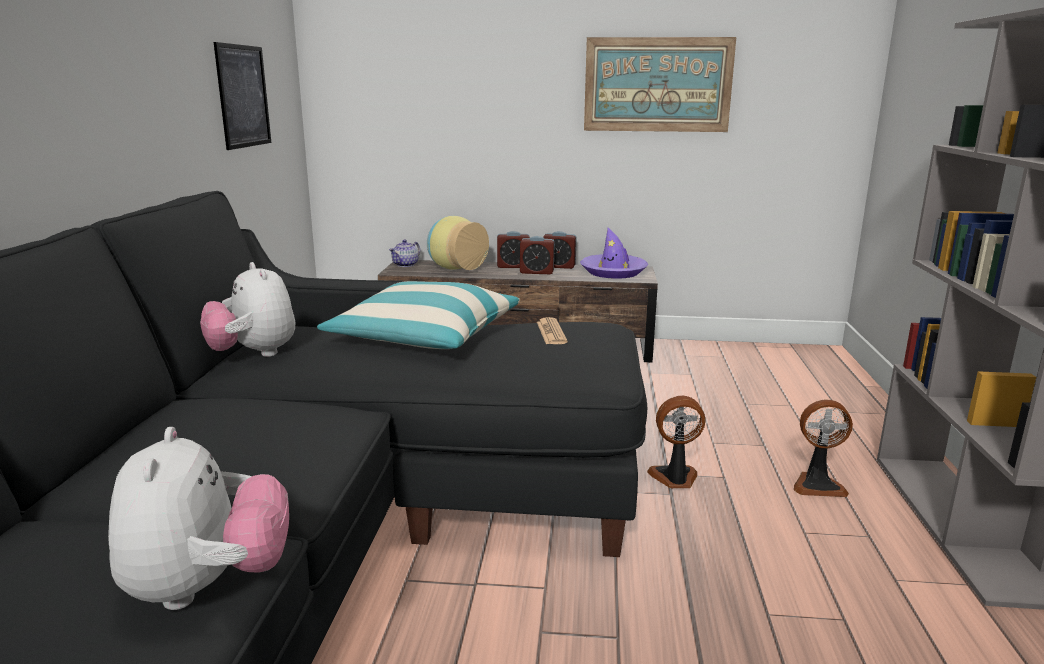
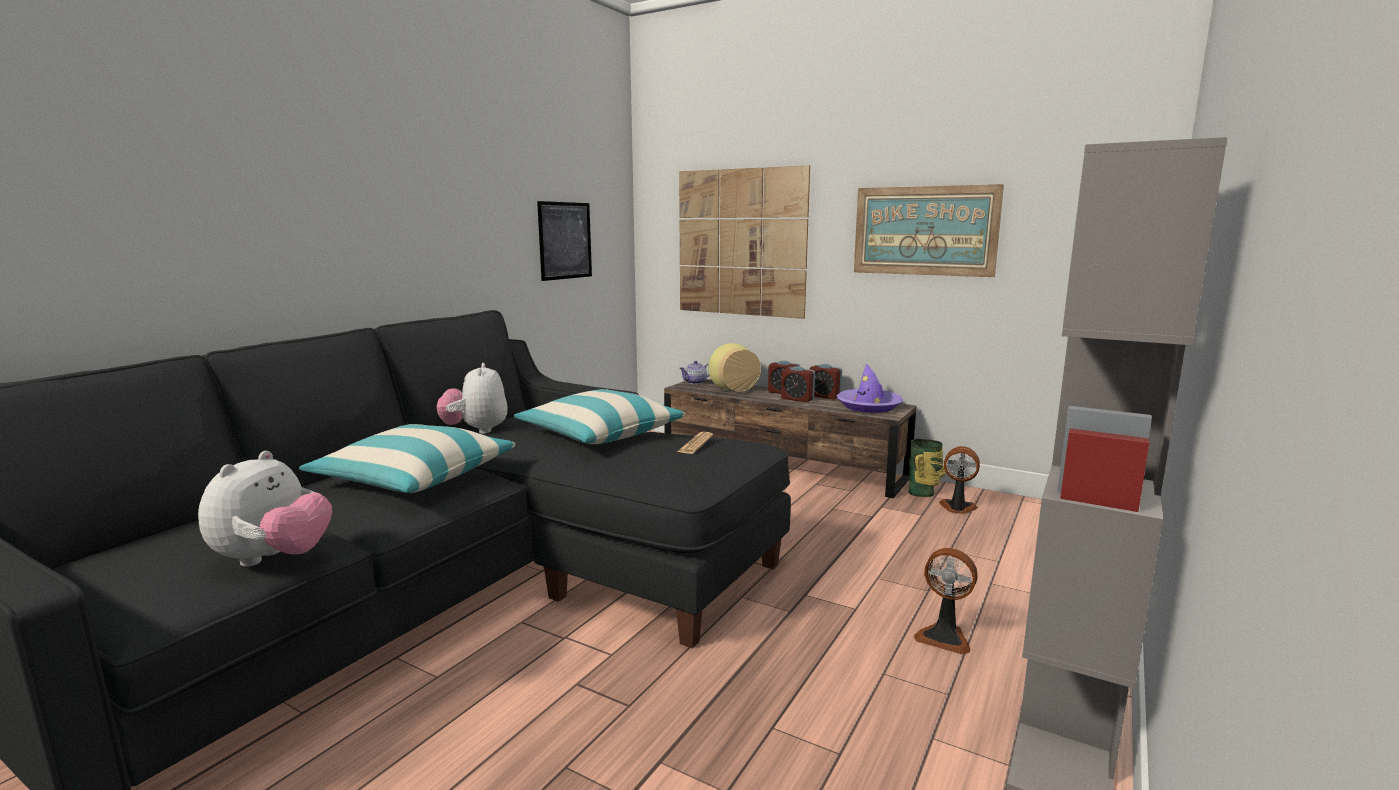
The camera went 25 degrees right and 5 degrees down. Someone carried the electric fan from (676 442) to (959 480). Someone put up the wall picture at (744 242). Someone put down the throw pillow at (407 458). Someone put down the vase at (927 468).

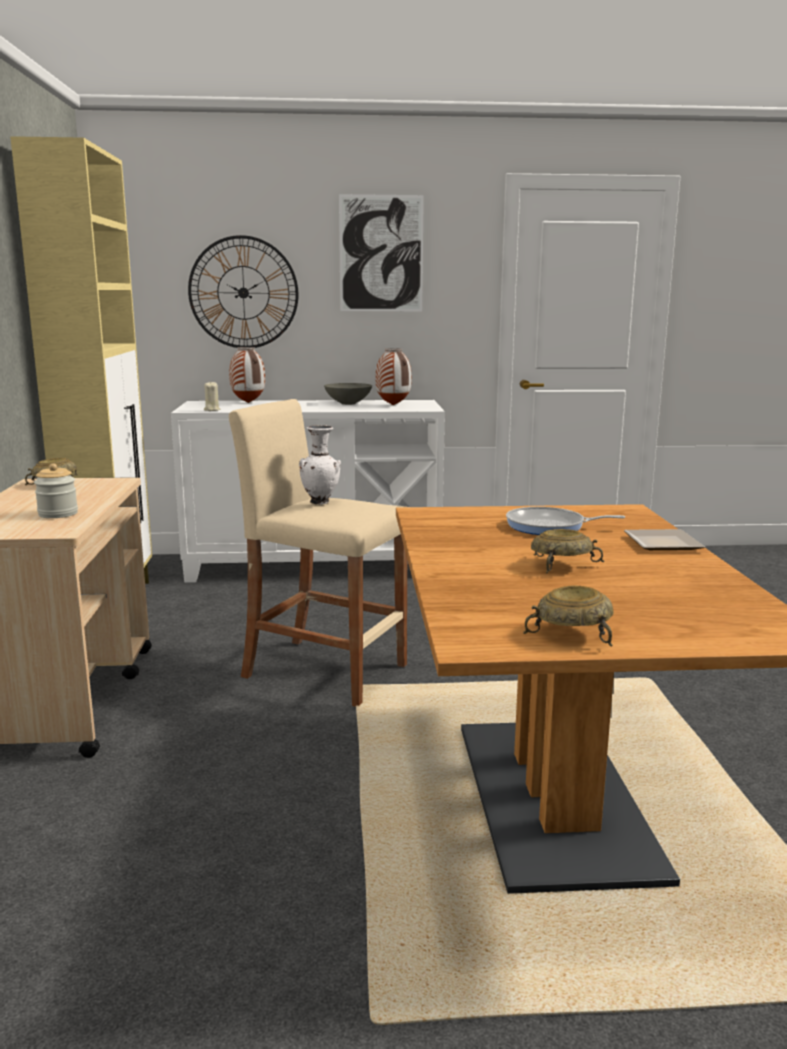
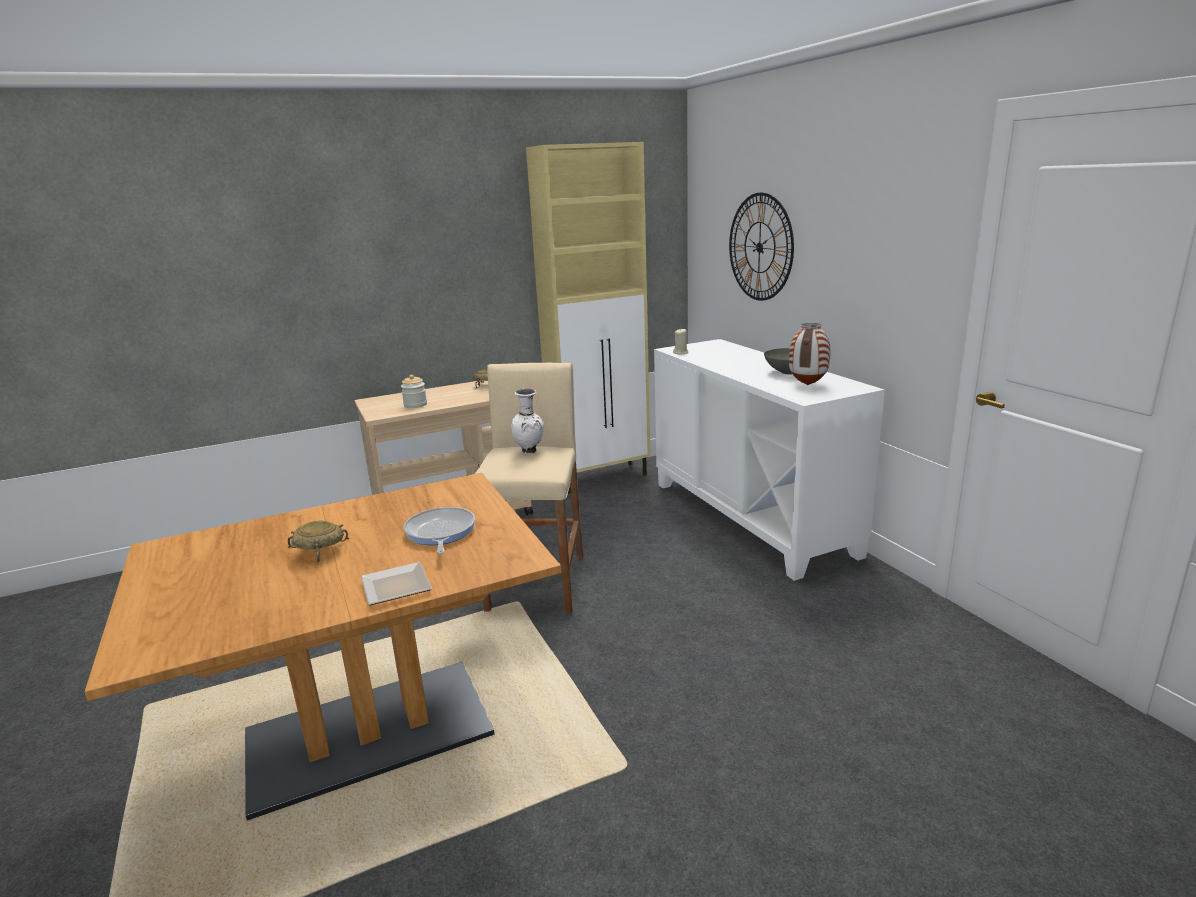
The camera went 70 degrees right and 5 degrees up. Someone took away the wall picture at (381 252). Someone took away the vase at (247 375). Someone took away the bowl/beige-coloured at (568 615).

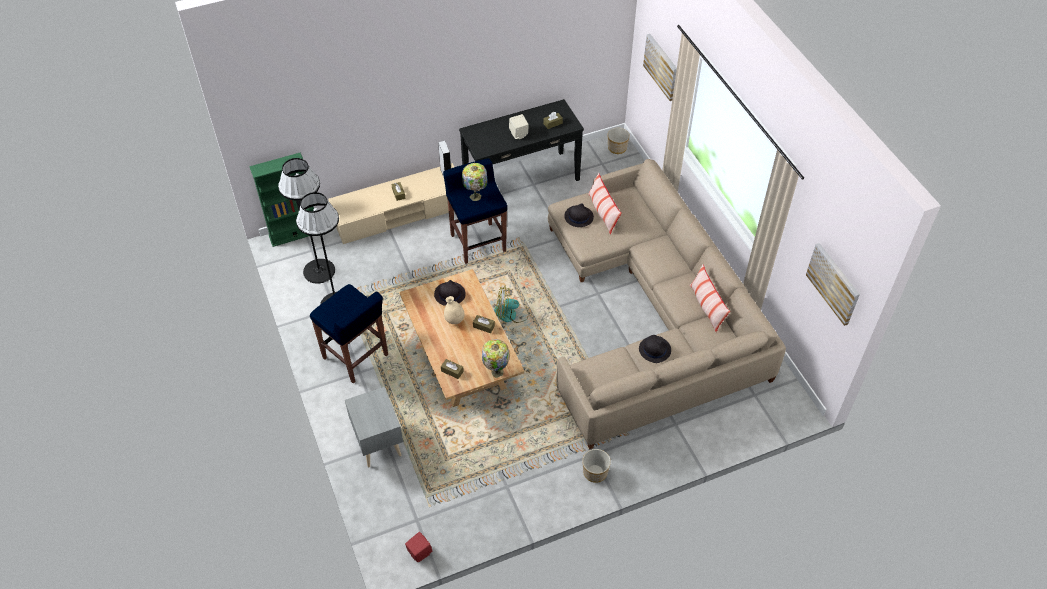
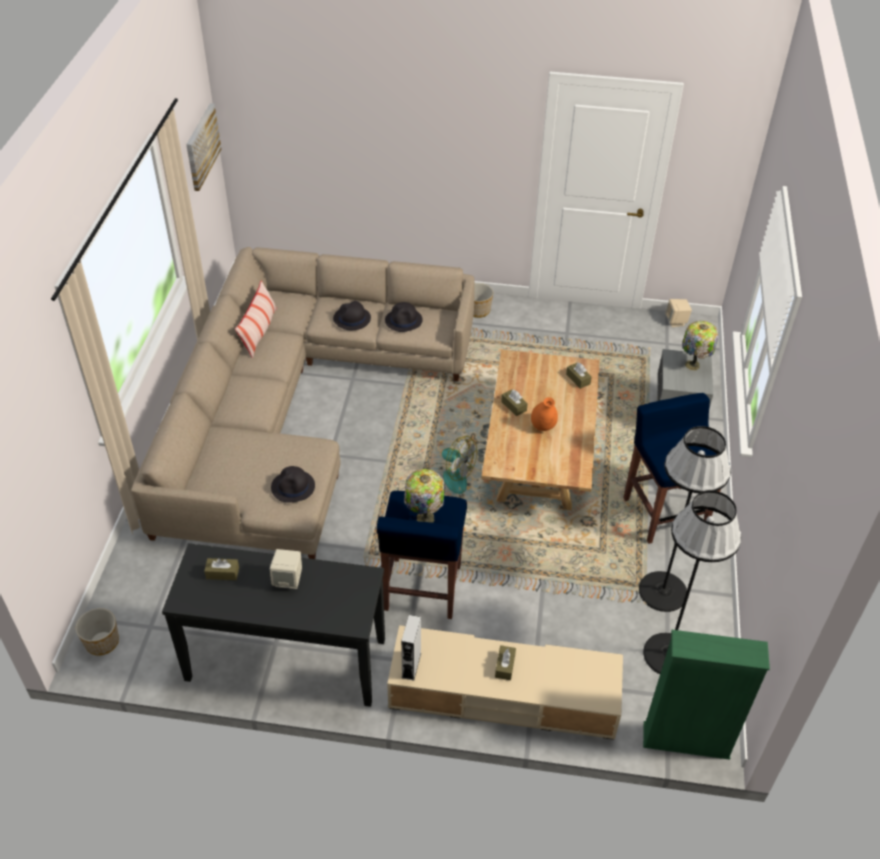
The camera went 150 degrees left and 5 degrees down. Someone took away the wall picture at (660 67). Someone took away the throw pillow at (604 203). Someone carried the clothing hat/black-coloured from (450 293) to (404 317). Someone repainted the vase/beige-coloured at (454 310), which became the vase/orange-coloured at (544 414). Someone carried the tabletop lamp from (495 358) to (700 346). Someone repainted the speaker/reddish at (418 547), which became the speaker/beige-coloured at (678 313).

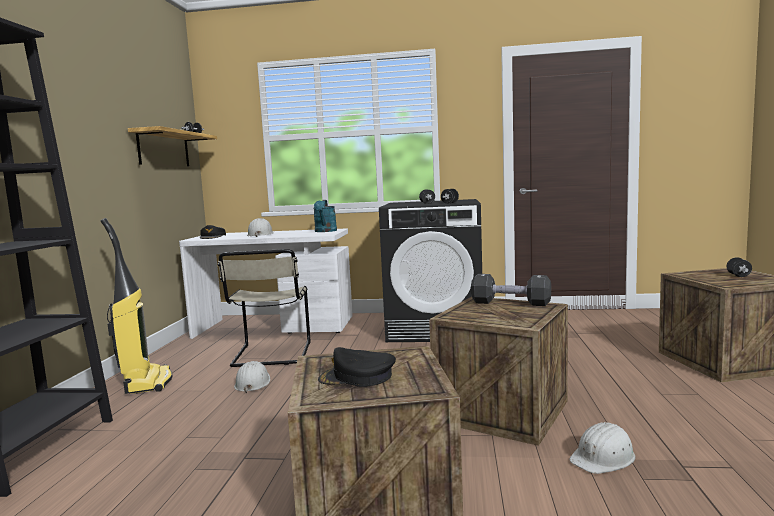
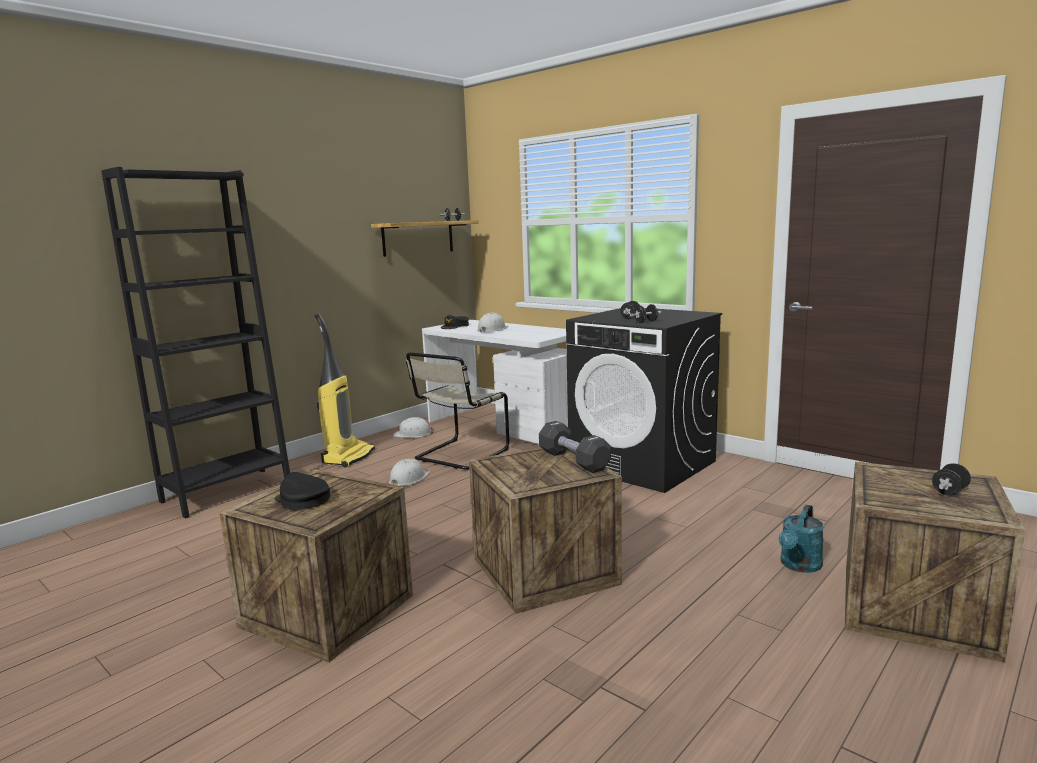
The camera went 35 degrees right and 5 degrees up. Someone carried the watering can/turquoise from (325 216) to (801 539). Someone carried the hard hat/whitish from (602 448) to (413 427).

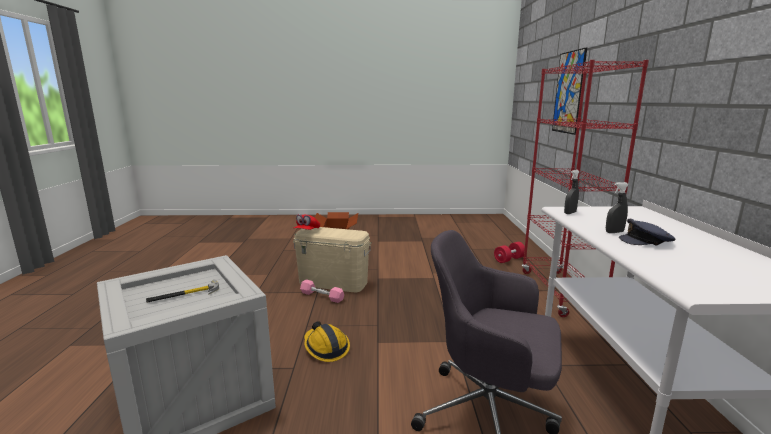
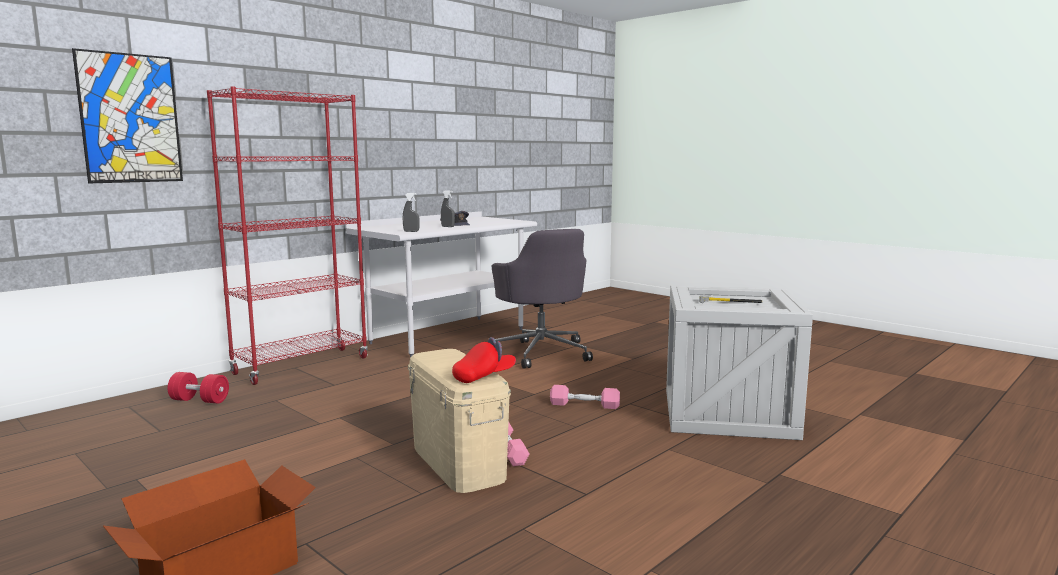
The camera went 135 degrees left and 5 degrees down. Someone swapped the hard hat at (327 341) for the free weight/pink at (585 397).

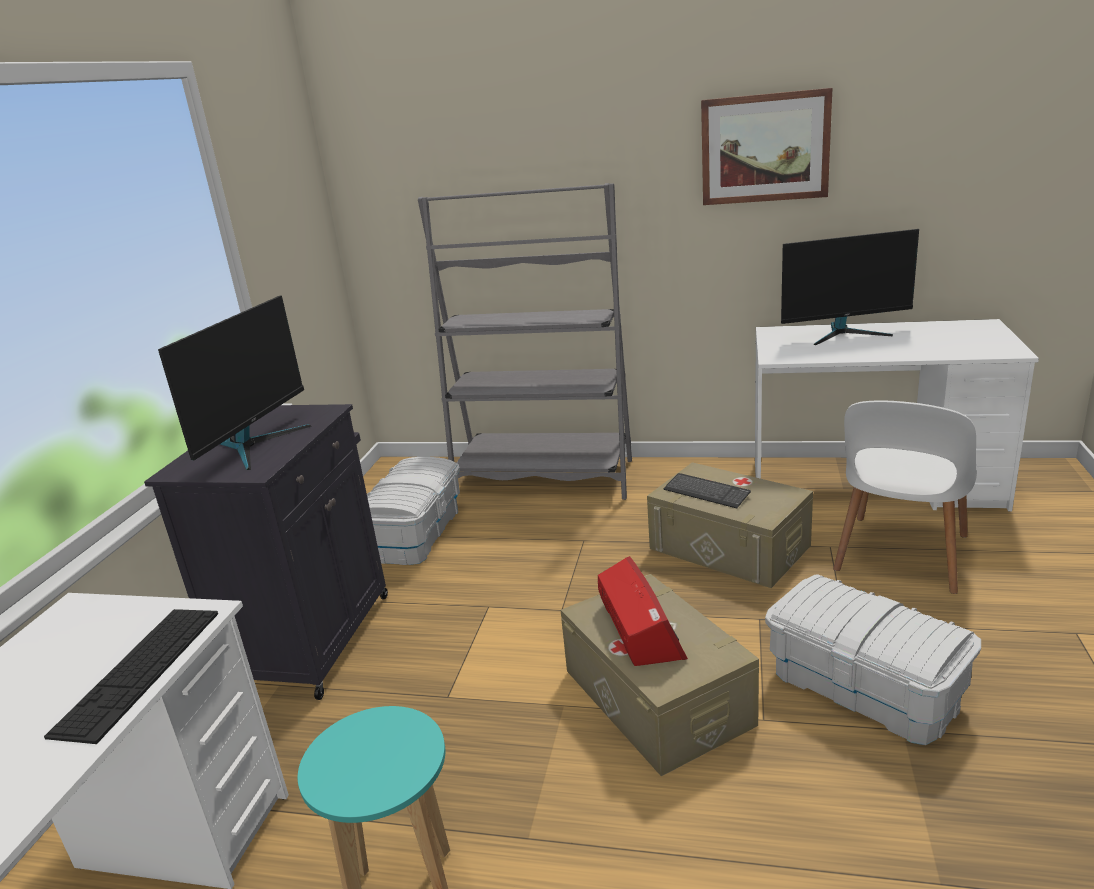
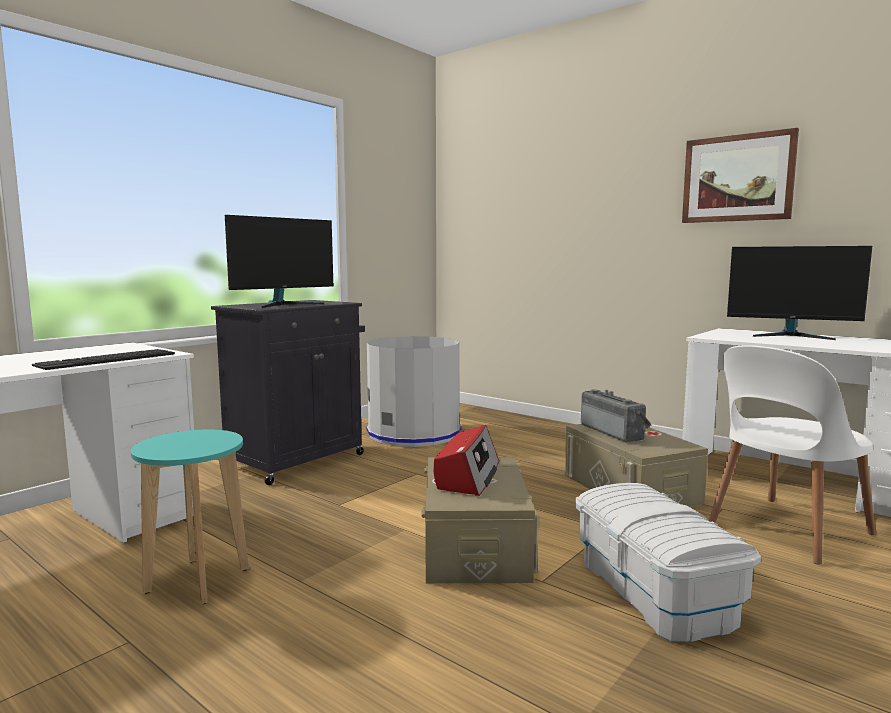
The camera went 25 degrees right and 15 degrees down. Someone took away the bookshelf/gray at (525 341). Someone swapped the storage container/whitish at (413 511) for the rubbish bin/gray at (413 391). Someone swapped the keyboard at (707 490) for the radio receiver at (616 416).

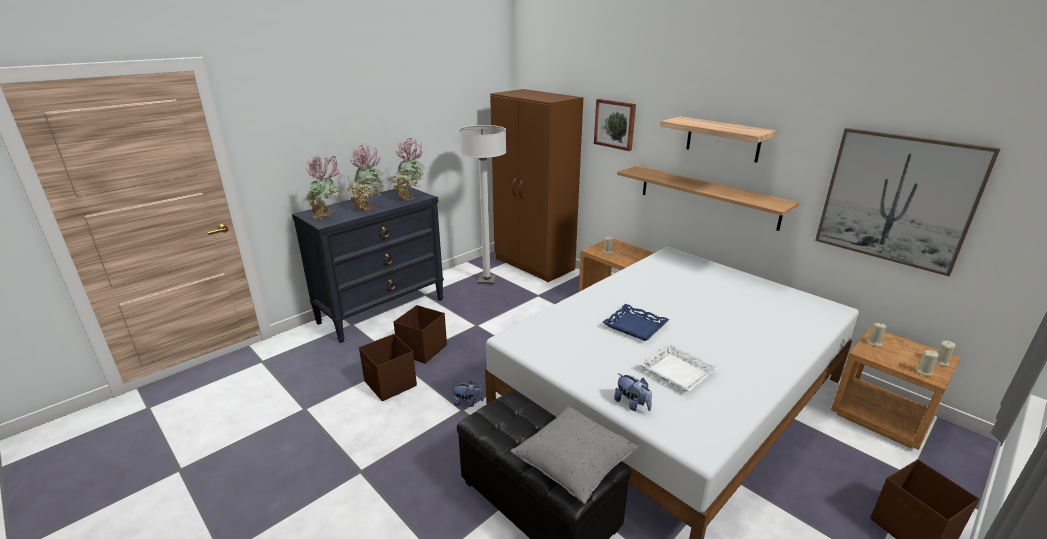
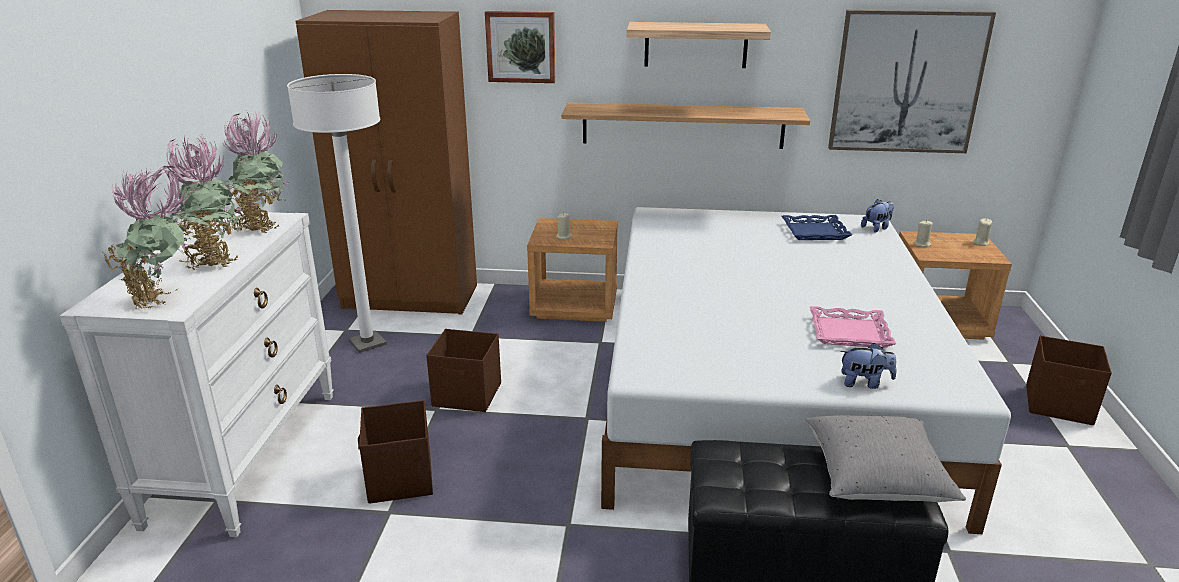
The camera went 40 degrees left and 0 degrees up. Someone repainted the drawer chest/black-coloured at (368 264), which became the drawer chest/whitish at (197 374). Someone carried the carrying tray/blue from (636 322) to (817 227). Someone carried the storage container/brown-coloured from (388 367) to (463 370). Someone repainted the carrying tray/whitish at (678 367), which became the carrying tray/pink at (853 327). Someone took away the wax light/beige-coloured at (927 363). Someone carried the plush toy from (468 394) to (877 215).

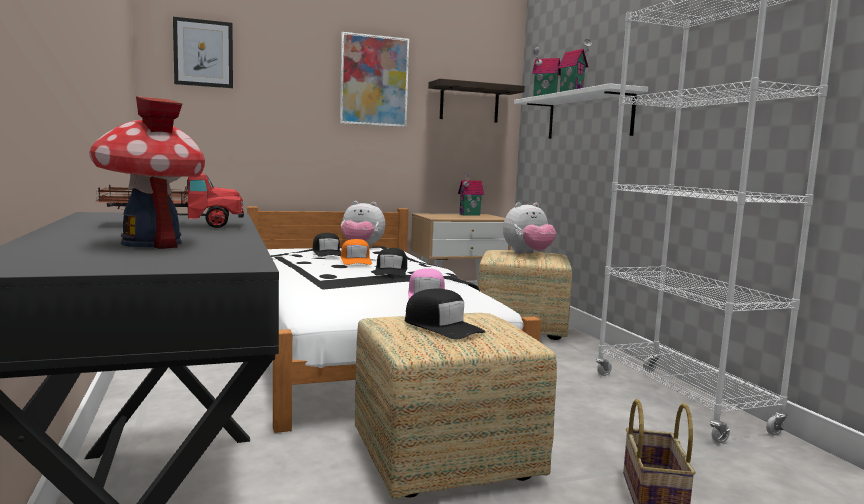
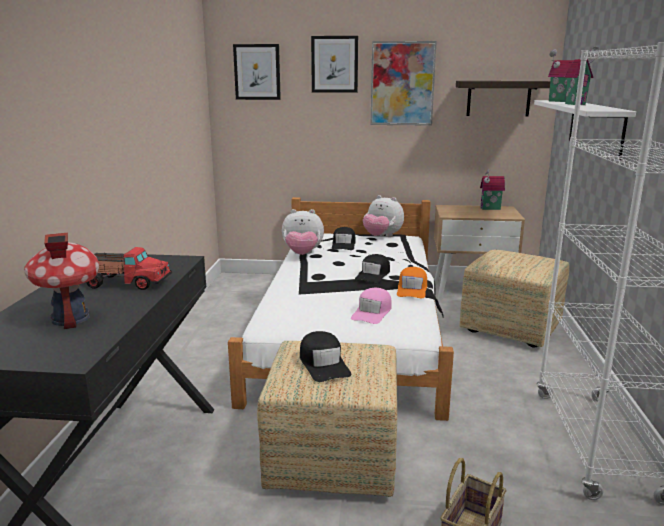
The camera went 25 degrees right and 10 degrees up. Someone carried the plush toy from (529 228) to (303 232). Someone carried the baseball cap/orange-coloured from (356 252) to (412 282). Someone put up the wall picture at (334 64).

